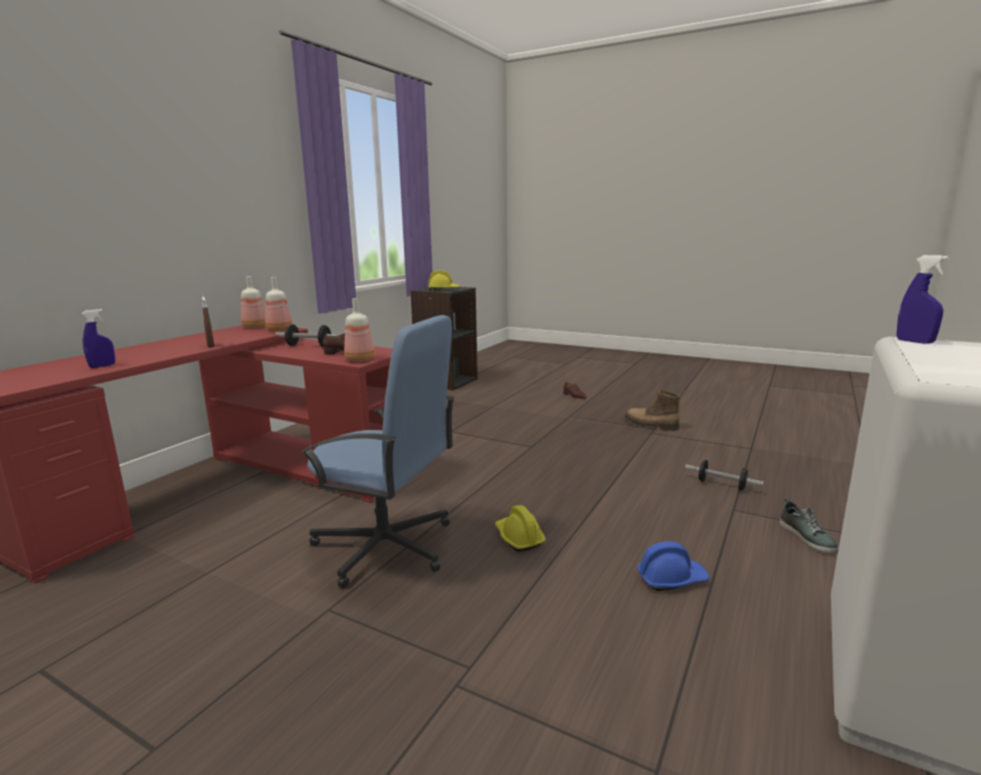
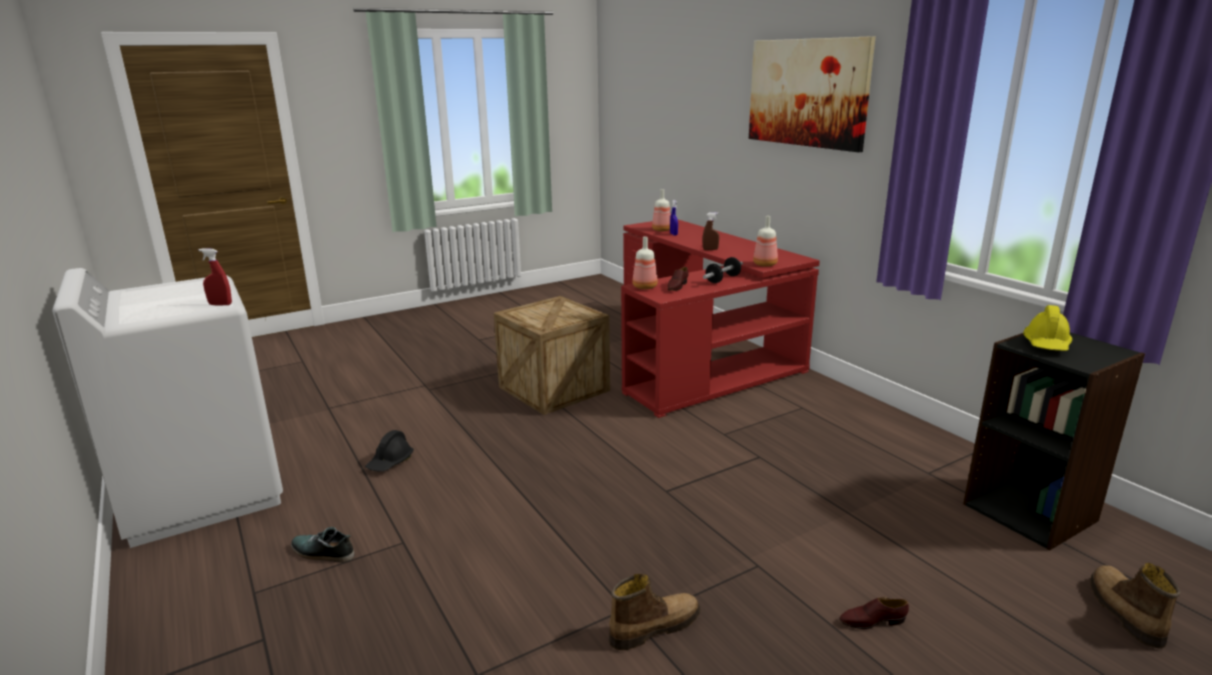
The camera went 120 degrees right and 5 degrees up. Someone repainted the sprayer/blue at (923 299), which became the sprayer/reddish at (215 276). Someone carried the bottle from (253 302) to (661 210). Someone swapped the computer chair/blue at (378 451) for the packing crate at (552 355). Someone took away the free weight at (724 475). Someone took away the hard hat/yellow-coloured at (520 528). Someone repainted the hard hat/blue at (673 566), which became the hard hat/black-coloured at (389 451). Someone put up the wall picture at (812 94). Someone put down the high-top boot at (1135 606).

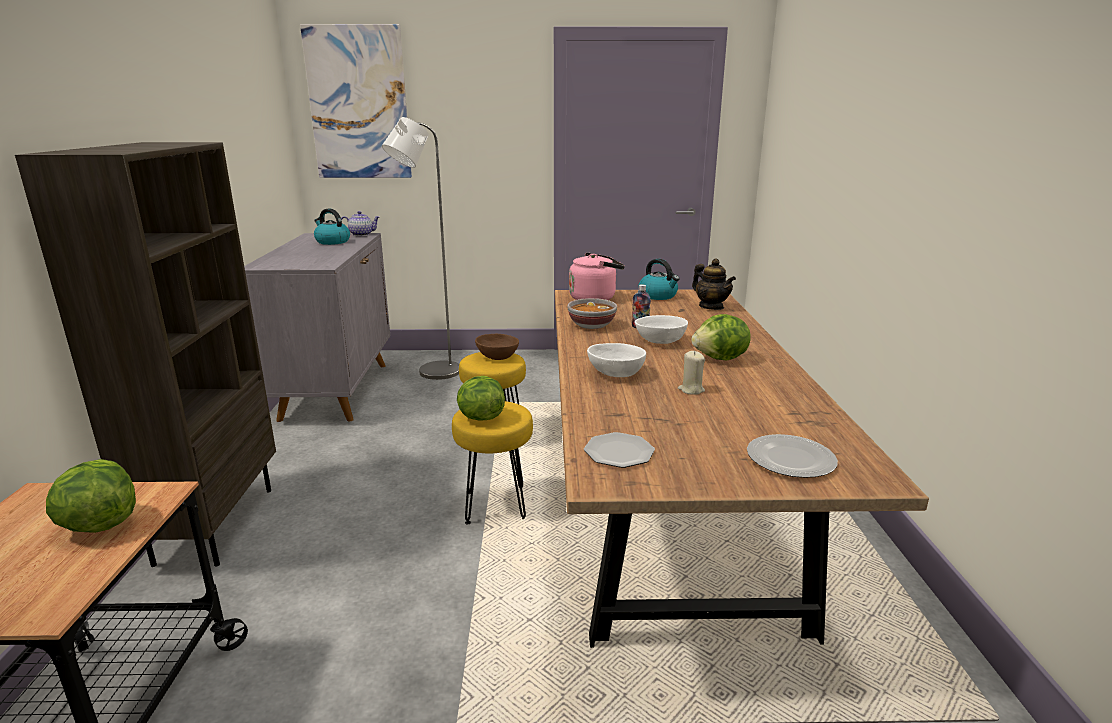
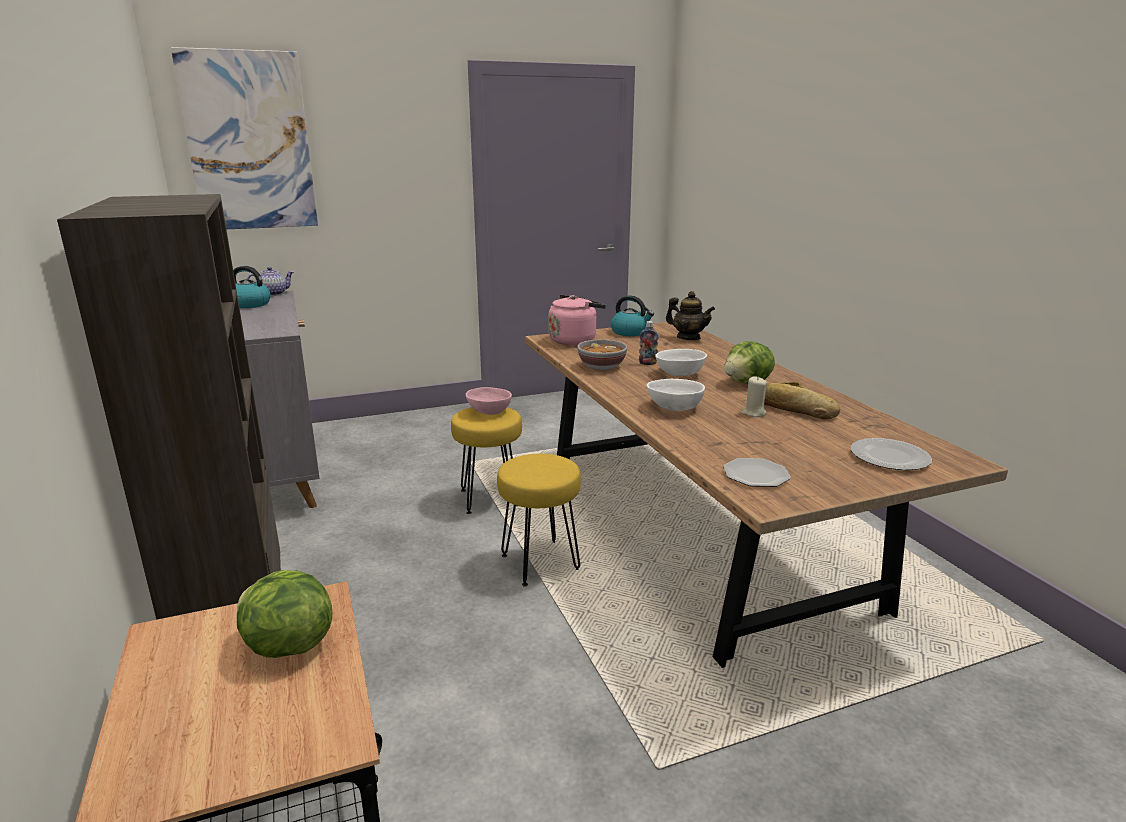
The camera went 20 degrees left and 0 degrees up. Someone took away the floor lamp/gray at (420 248). Someone repainted the bowl/brown-coloured at (497 347), which became the bowl/pink at (489 401). Someone took away the lettuce at (481 398). Someone put down the baked bread at (802 401).

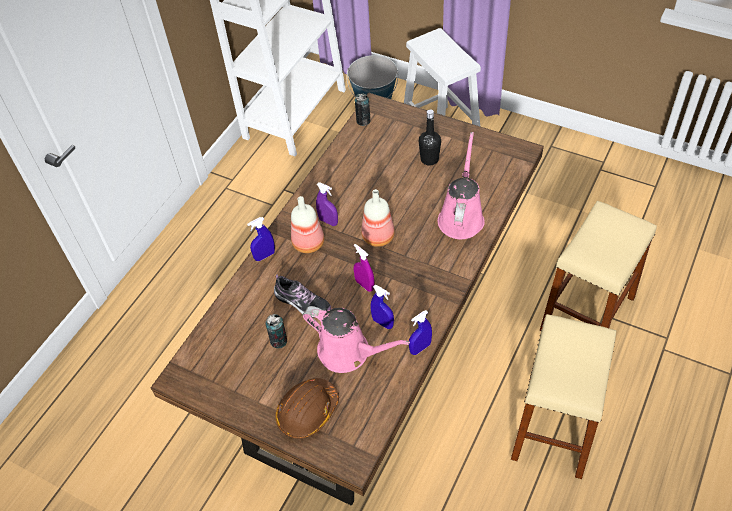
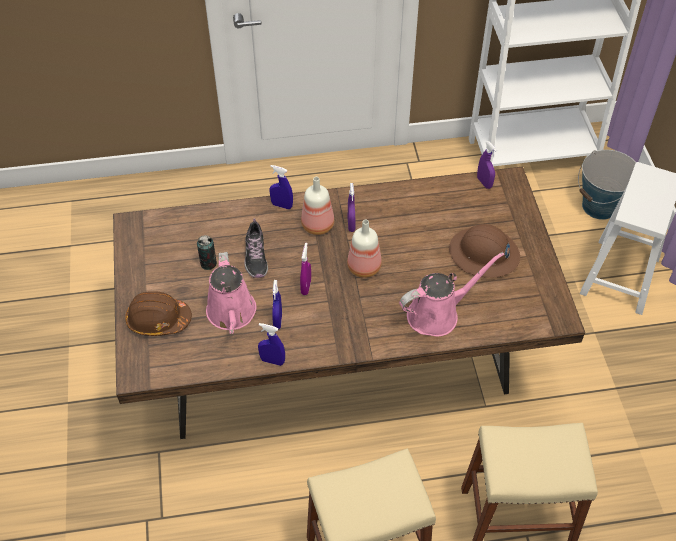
The camera went 50 degrees right and 0 degrees up. Someone swapped the metal can at (362 109) for the sprayer/purple-coloured at (487 165). Someone swapped the bottle/black-coloured at (430 138) for the hard hat/brown-coloured at (484 251).

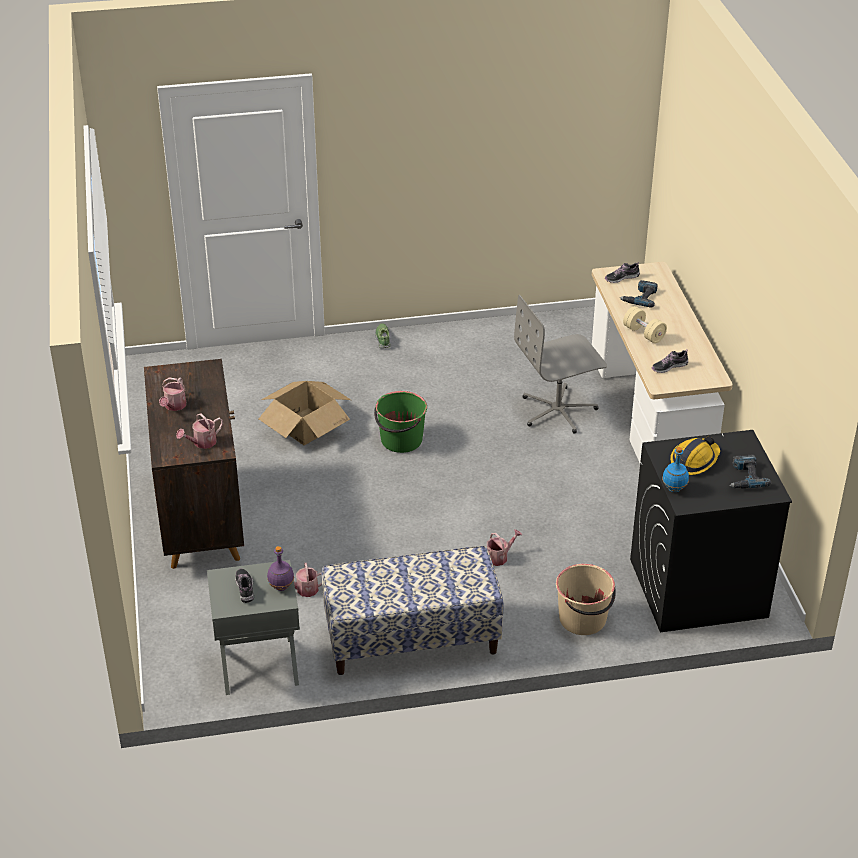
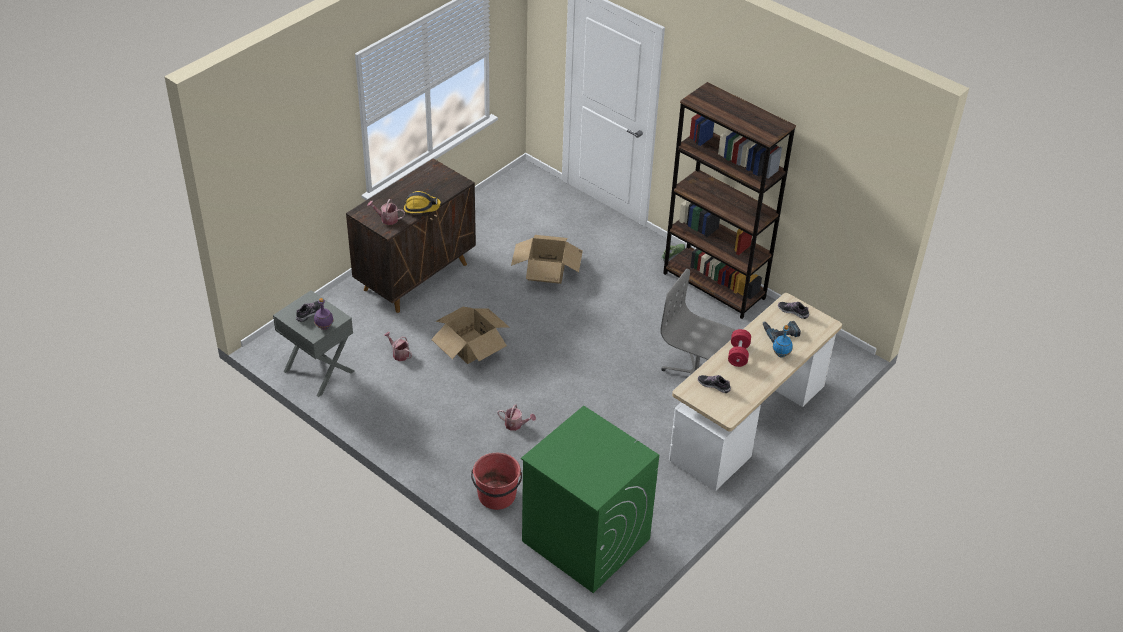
The camera went 50 degrees right and 5 degrees up. Someone repainted the free weight/beige-coloured at (645 324), which became the free weight/reddish at (739 348). Someone took away the watering can at (172 394). Someone took away the pail/green at (400 422). Someone repainted the laundry machine/black-coloured at (711 531), which became the laundry machine/green at (590 499). Someone carried the hard hat from (695 455) to (422 202). Someone carried the bottle/blue from (675 469) to (783 341). Someone took away the electric drill at (750 472). Someone took away the bench at (412 610). Someone repainted the pail/beige-coloured at (586 599), which became the pail/reddish at (496 481). Someone put down the bookshelf/brown-coloured at (729 200). Someone put down the packing box at (470 335).

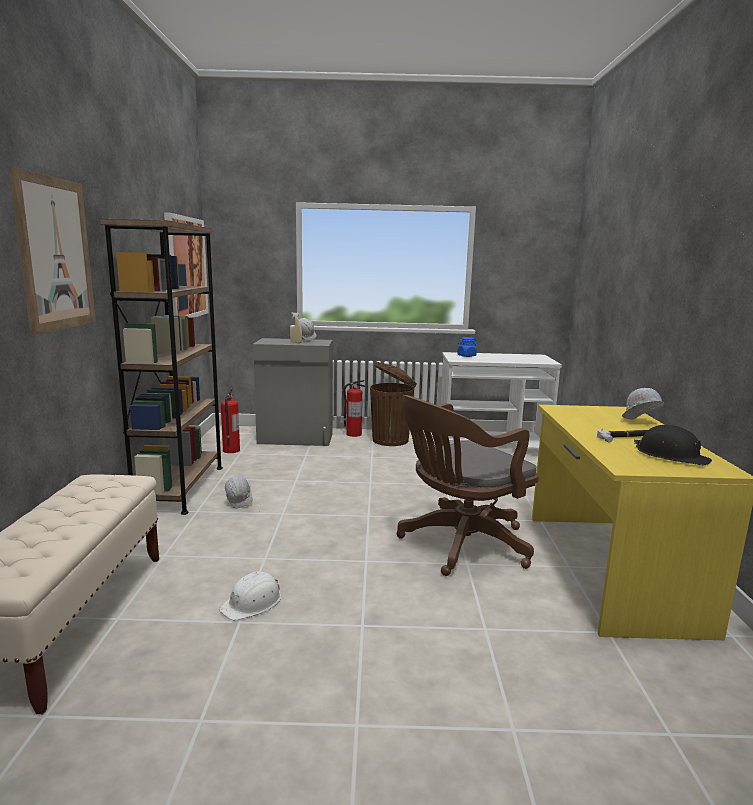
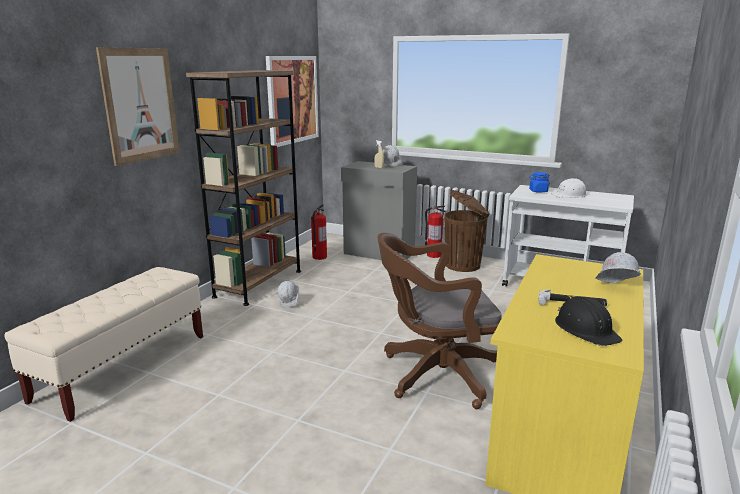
The camera went 25 degrees right and 5 degrees up. Someone carried the hard hat/whitish from (250 596) to (569 188).

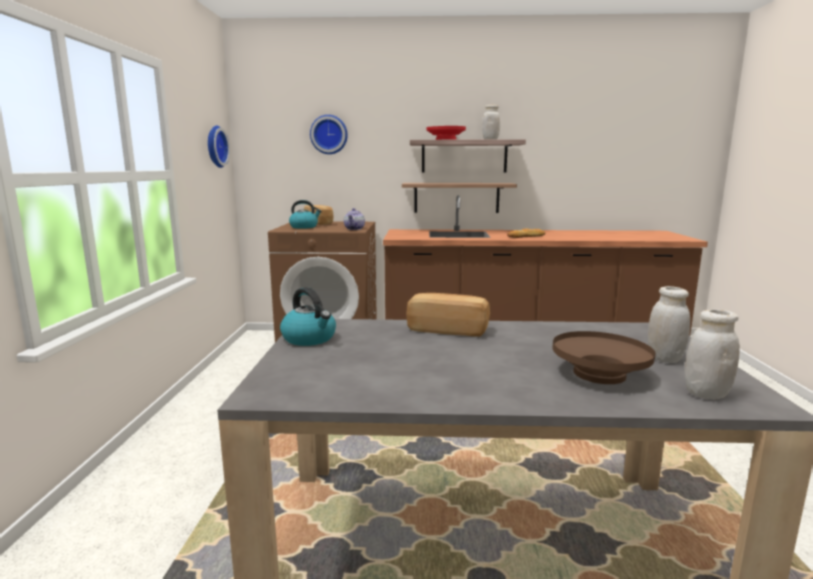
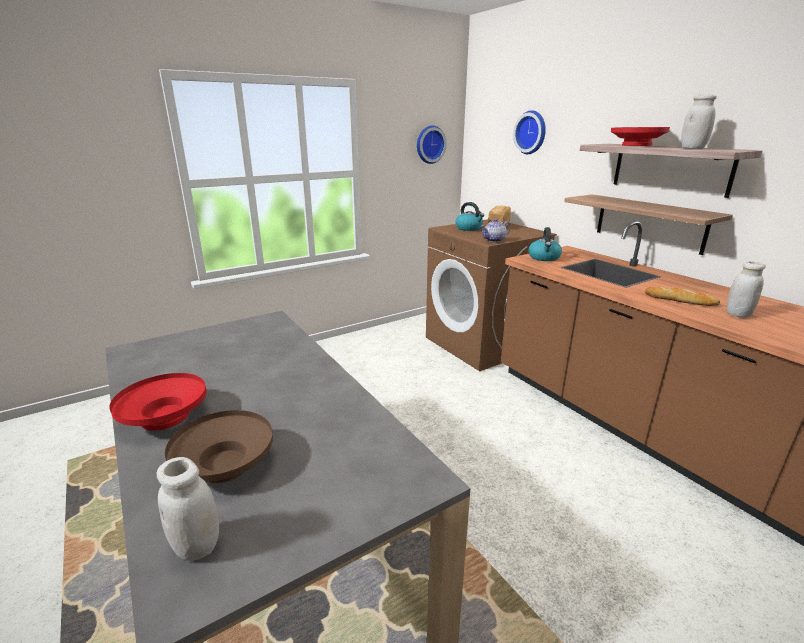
The camera went 55 degrees right and 10 degrees up. Someone carried the jar/whitish from (669 324) to (746 289). Someone carried the water kettle from (308 316) to (545 244). Someone took away the baked bread at (448 315). Someone put down the bowl/reddish at (158 402).

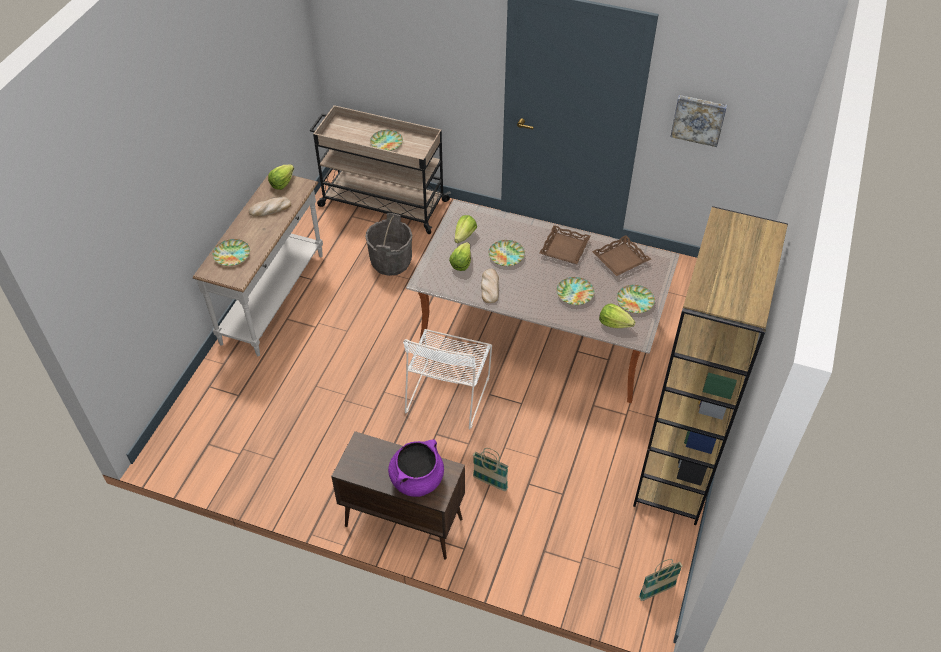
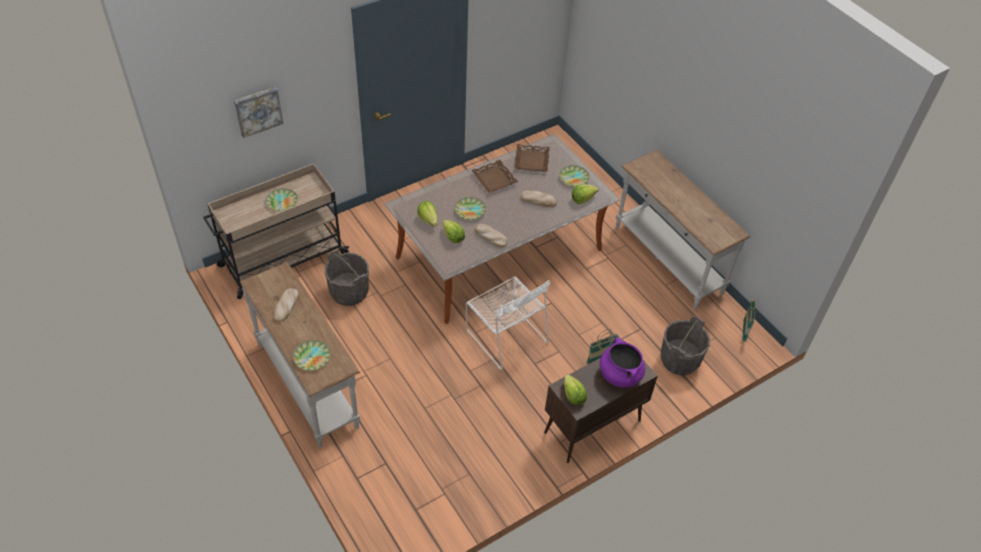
The camera went 55 degrees left and 0 degrees up. Someone carried the wall picture from (698 121) to (258 112). Someone carried the lettuce from (281 177) to (575 389). Someone swapped the bookshelf/brown-coloured at (710 365) for the console table/whitish at (683 230). Someone swapped the flat dish at (575 291) for the baked bread at (539 198). Someone put down the pail/gray at (685 345).

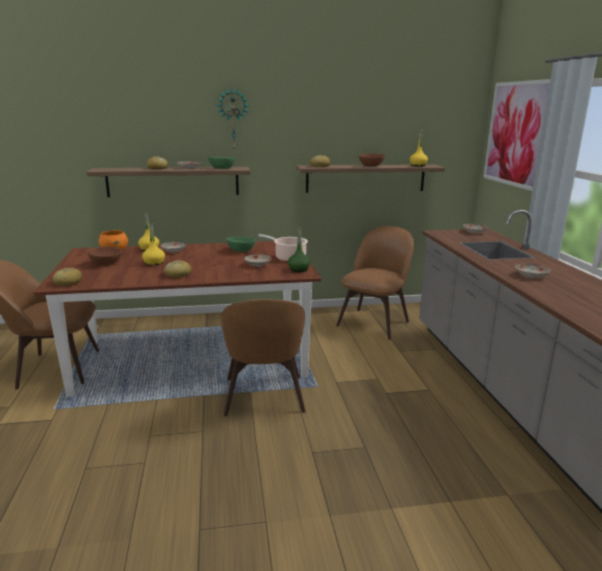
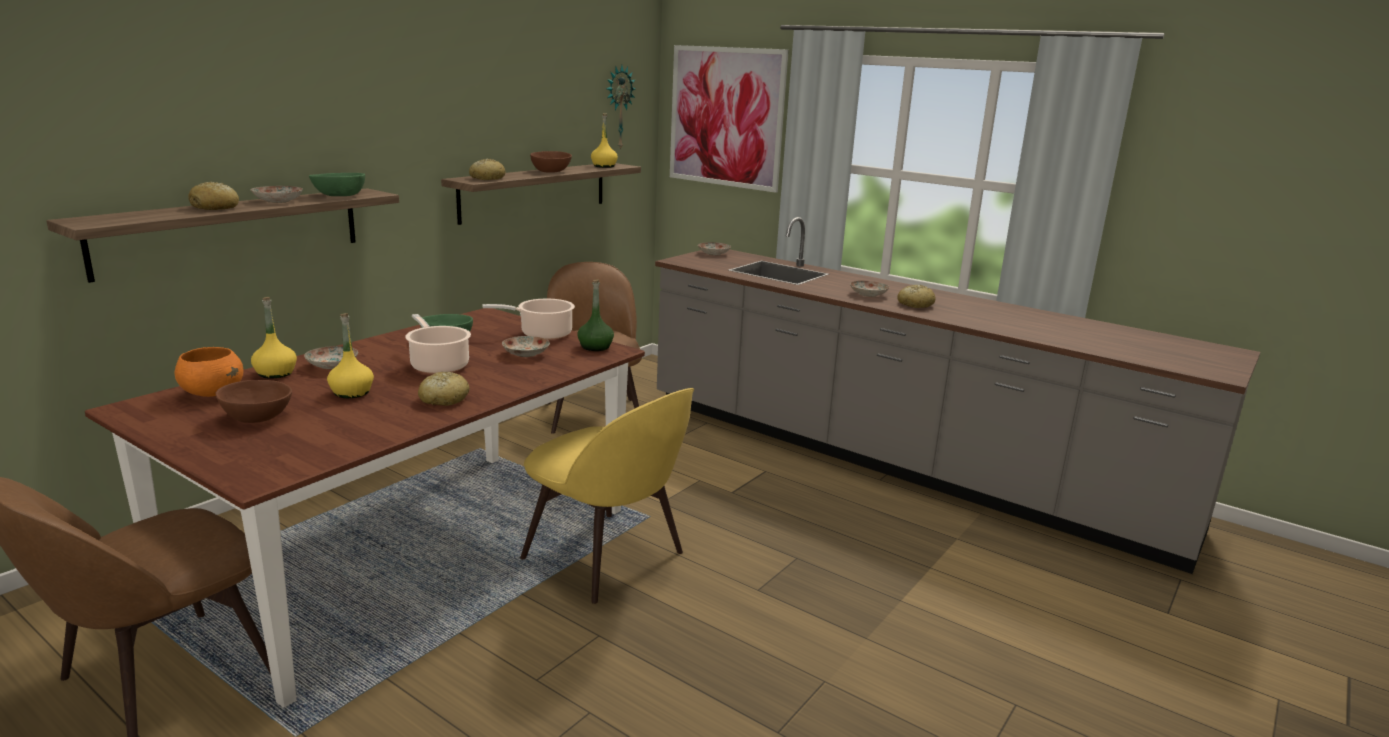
The camera went 45 degrees left and 0 degrees up. Someone carried the wall clock from (233 119) to (621 107). Someone carried the baked bread from (67 277) to (916 296). Someone repainted the chair/brown-coloured at (263 357), which became the chair/yellow-coloured at (607 496). Someone put down the saucepot at (438 344).

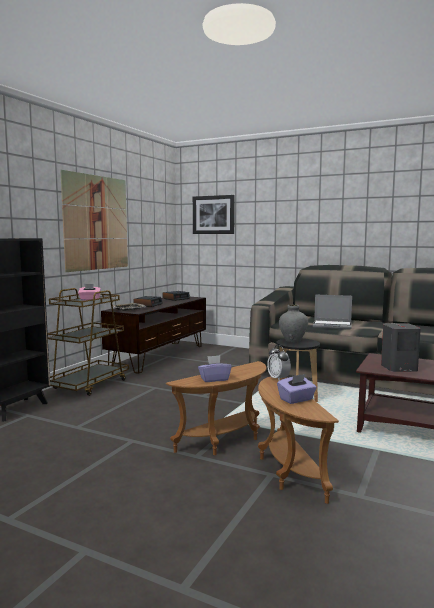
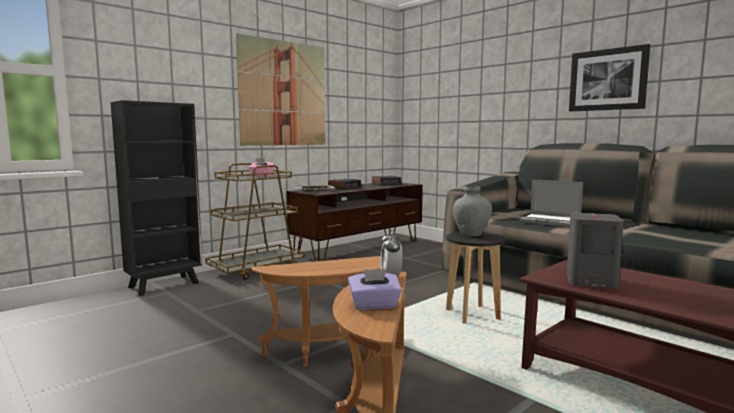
The camera went 20 degrees right and 0 degrees up. Someone carried the wall picture from (214 214) to (610 78). Someone took away the tissue holder/purple-coloured at (215 368).

